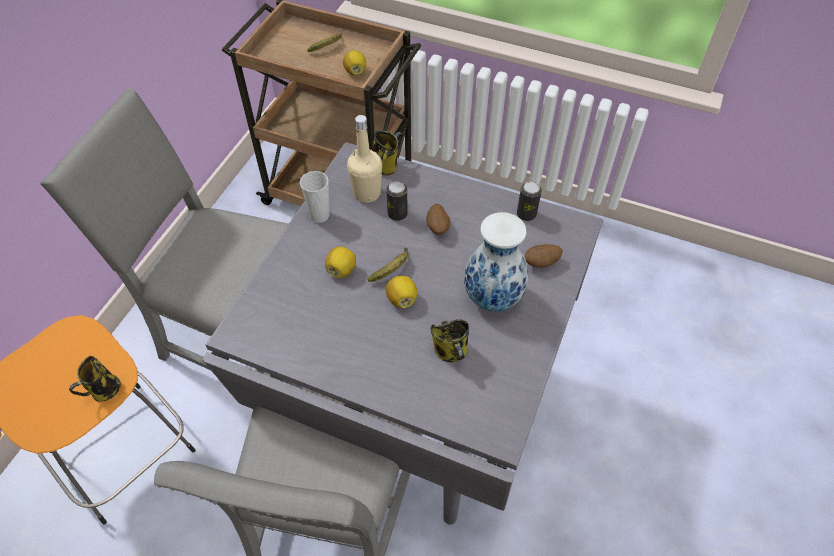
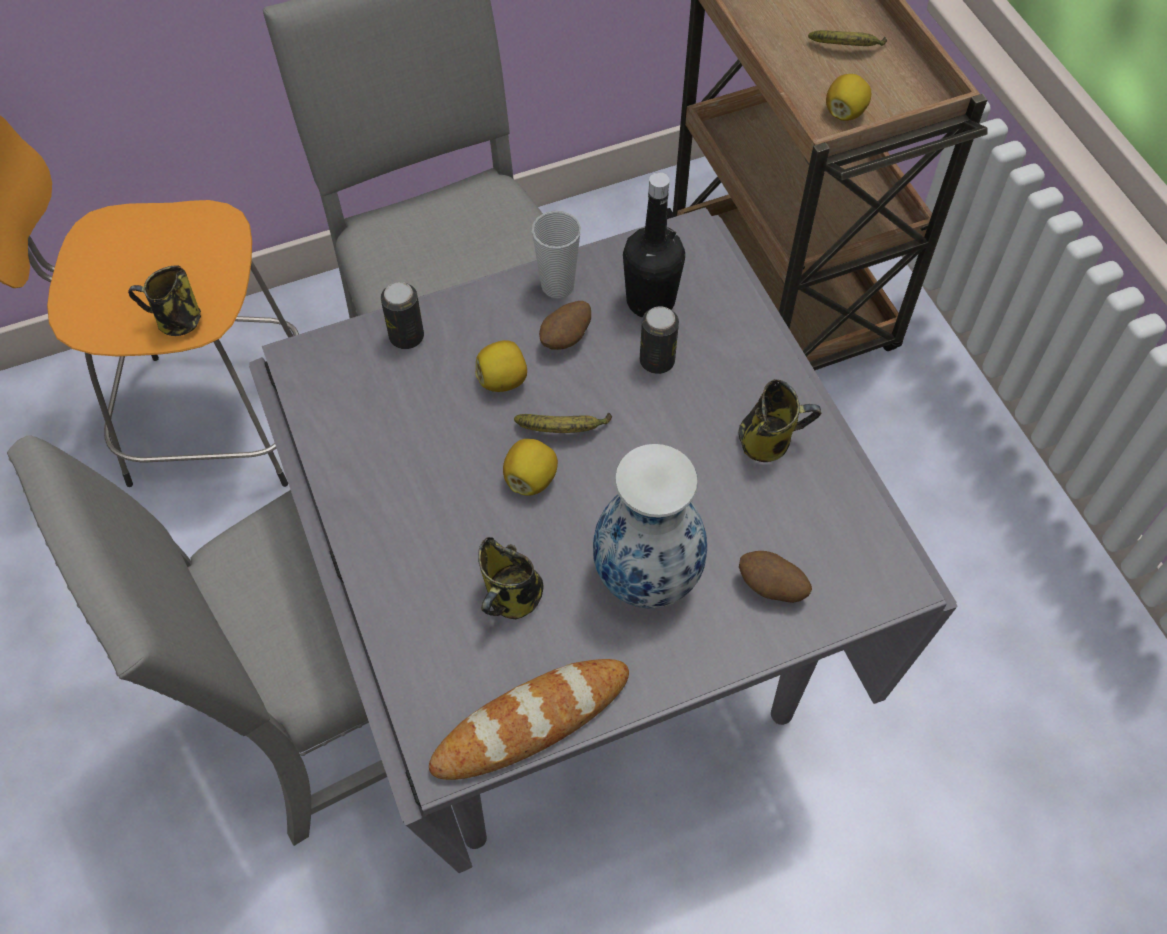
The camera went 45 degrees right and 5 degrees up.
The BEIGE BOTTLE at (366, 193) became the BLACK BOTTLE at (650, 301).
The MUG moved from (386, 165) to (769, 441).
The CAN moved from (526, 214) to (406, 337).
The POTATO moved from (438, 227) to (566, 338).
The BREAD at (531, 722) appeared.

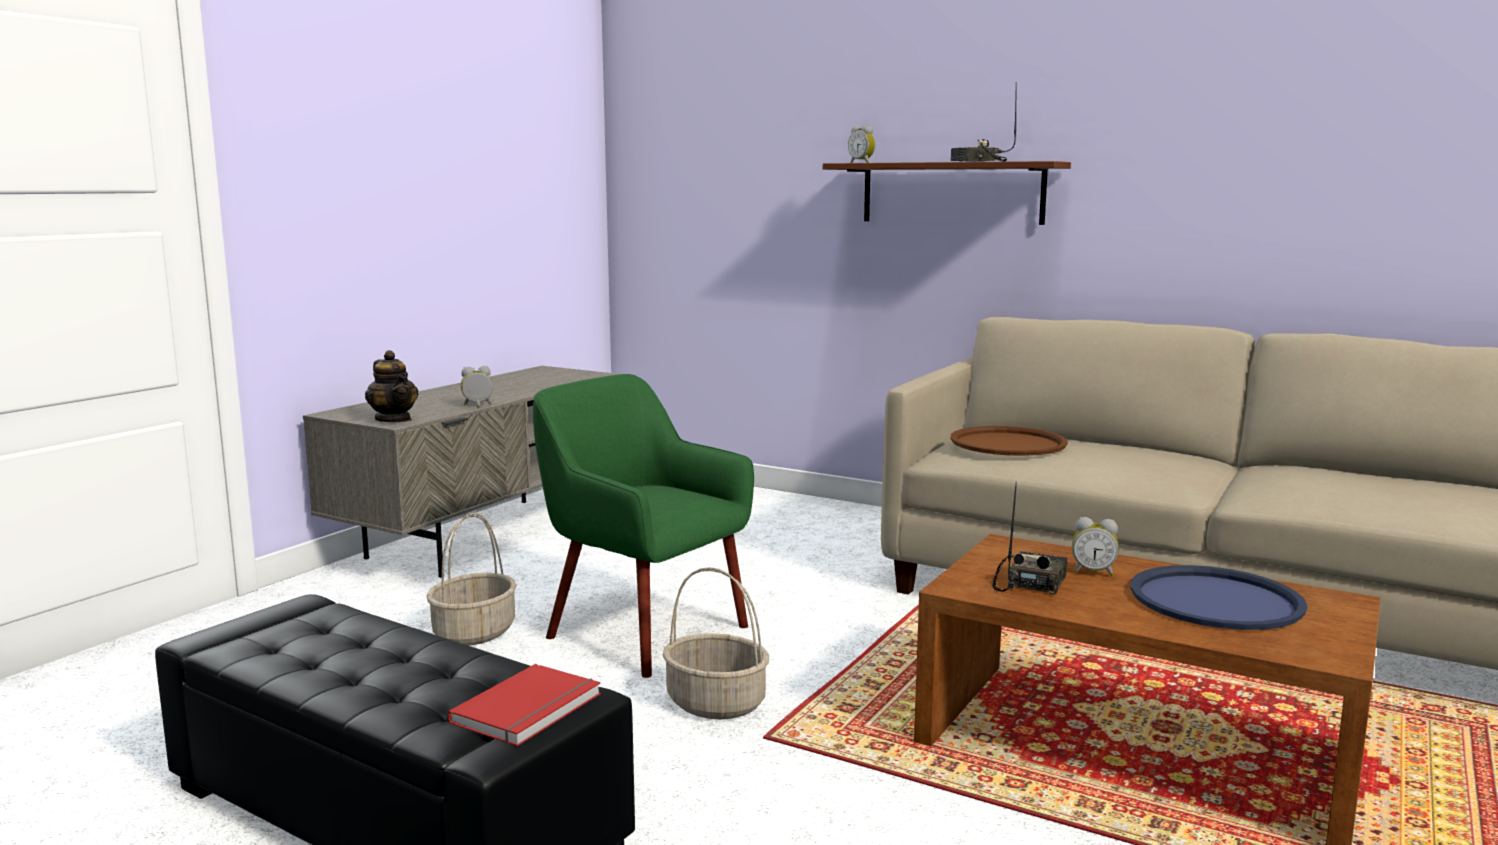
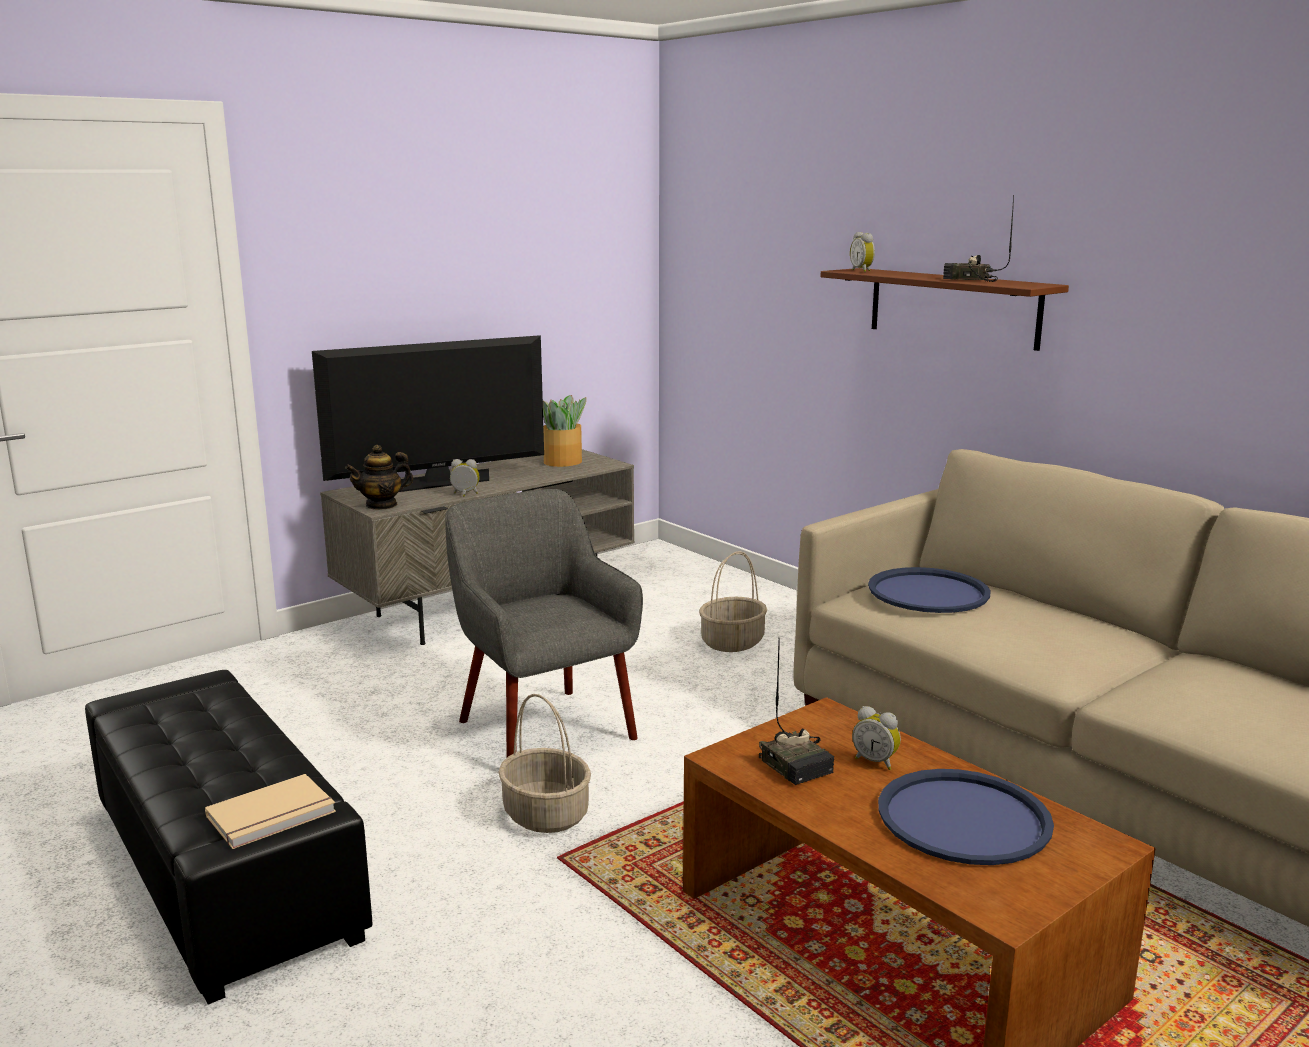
The camera went 20 degrees right and 5 degrees up.
The TEAPOT at (394, 420) turned 75 degrees clockwise.
The GREEN ARMCHAIR at (644, 632) became the GREY ARMCHAIR at (543, 729).
The BROWN TRAY at (1008, 443) became the BLUE TRAY at (928, 592).
The RADIO at (1030, 583) turned 105 degrees clockwise.
The BASKET moved from (474, 633) to (732, 643).
The RED BOOK at (530, 709) became the BEIGE BOOK at (273, 816).
The TELEVISION at (438, 481) appeared.
The POTTED PLANT at (563, 462) appeared.

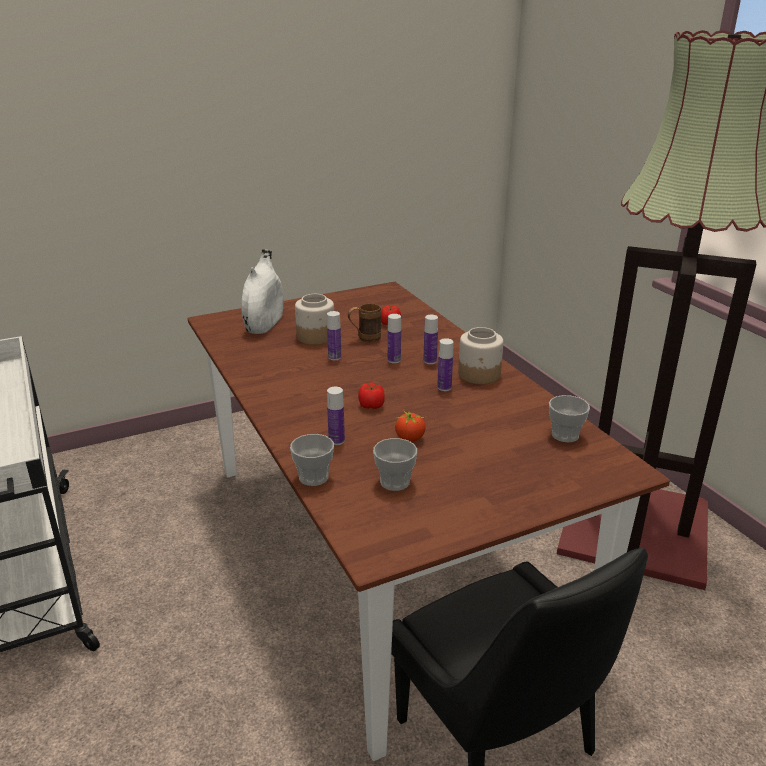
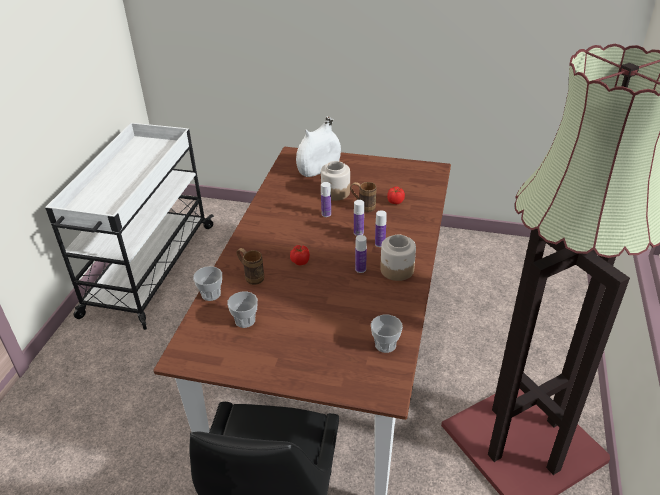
The camera went 40 degrees right and 10 degrees up.
The BOTTLE at (336, 441) was replaced by the BROWN MUG at (251, 276).
The TOMATO at (410, 438) disappeared.

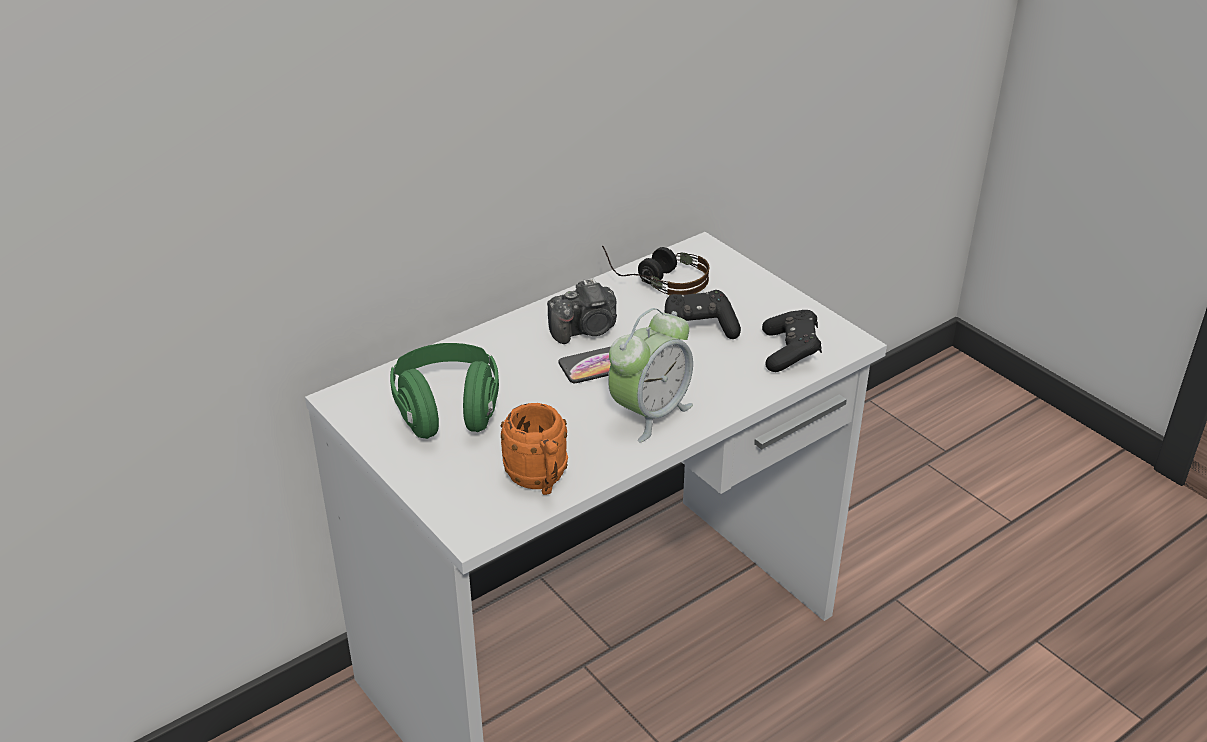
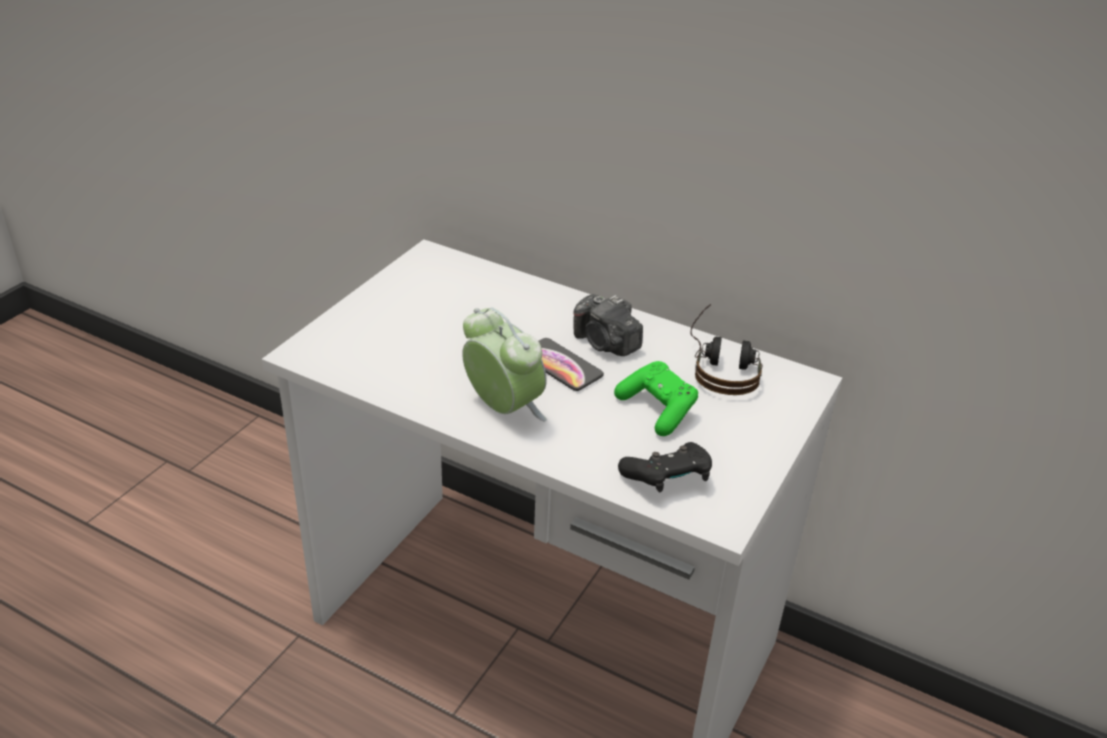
The camera went 65 degrees right and 0 degrees up.
The BLACK GAME CONTROLLER at (698, 330) became the GREEN GAME CONTROLLER at (657, 409).
The ALARM CLOCK at (650, 413) turned 150 degrees counterclockwise.
The GREEN HEADPHONES at (448, 411) disappeared.
The ORANGE MUG at (539, 481) disappeared.

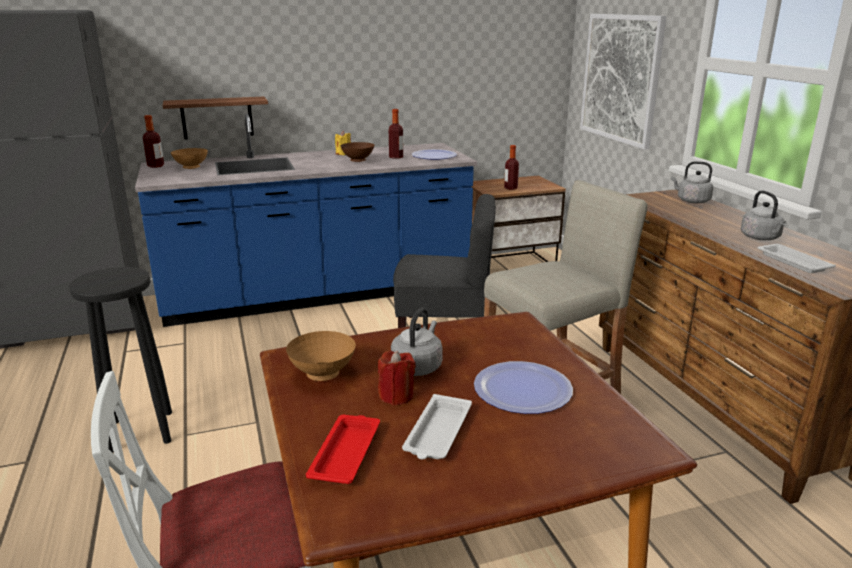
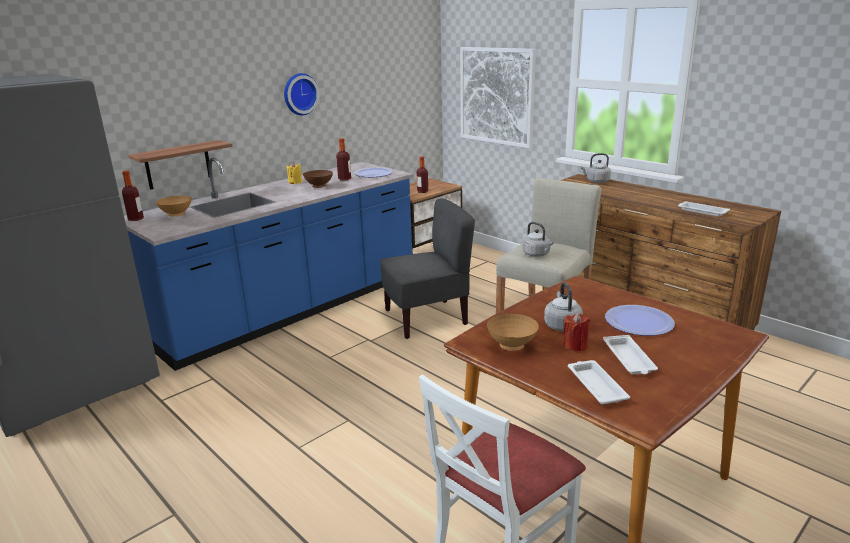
The camera went 25 degrees left and 0 degrees up.
The GREY KETTLE moved from (761, 238) to (537, 254).
The BLACK STOOL at (139, 431) disappeared.
The RED TRAY at (346, 453) became the WHITE TRAY at (596, 385).
The WALL CLOCK at (299, 94) appeared.

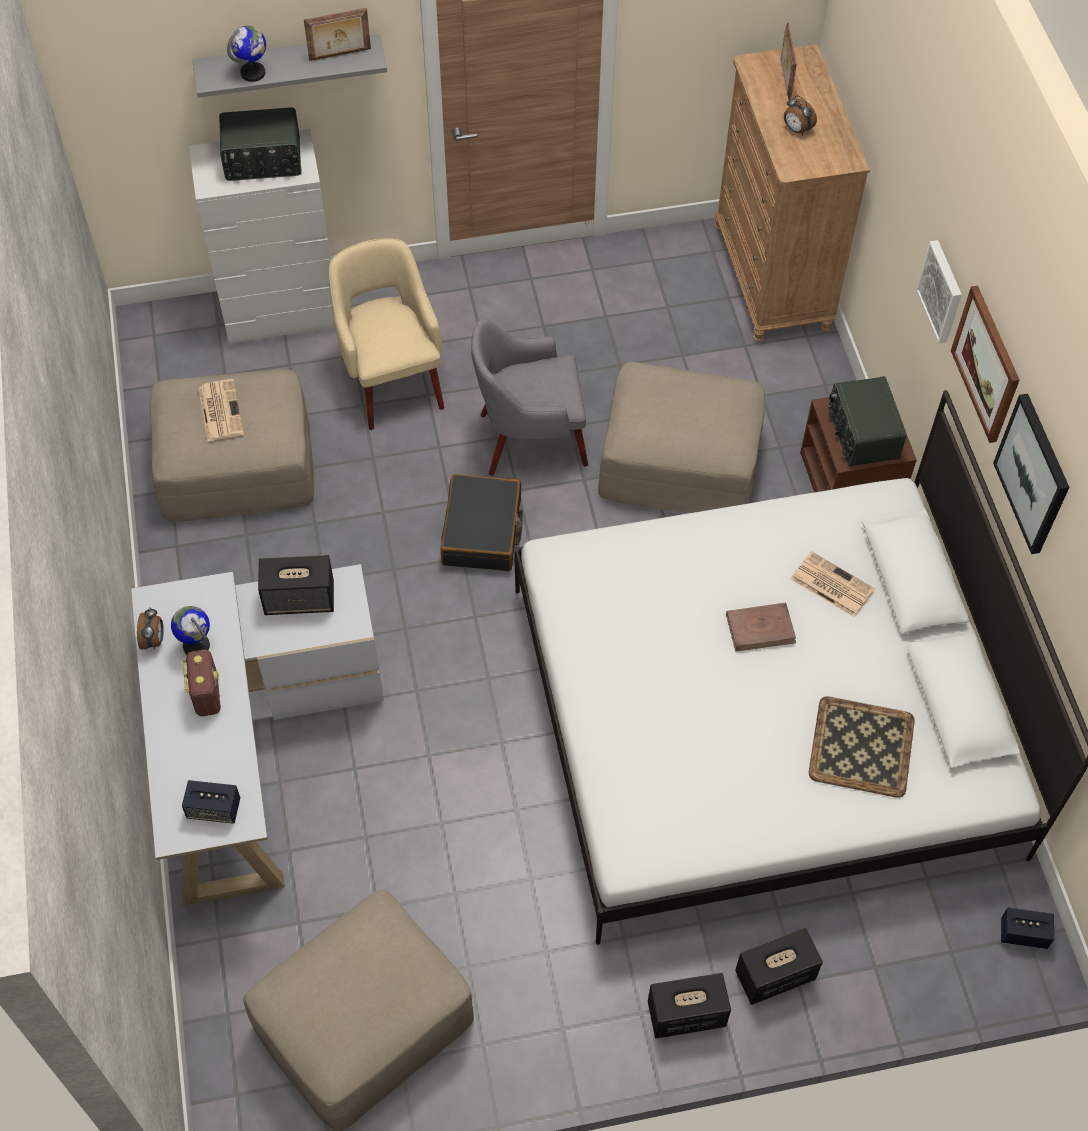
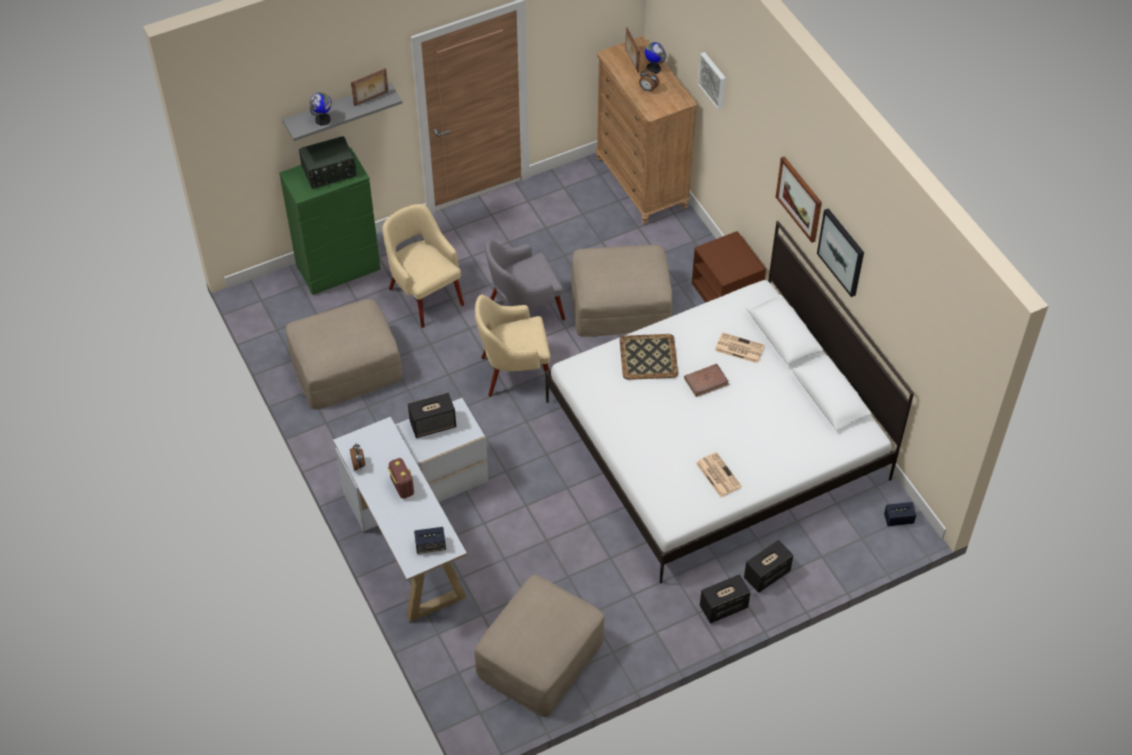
The camera went 15 degrees left and 5 degrees down.
The WHITE DRESSER at (281, 311) became the GREEN DRESSER at (339, 268).
The PICTURE moved from (942, 291) to (713, 80).
The RADIO at (861, 434) disappeared.
The NEWSPAPER moved from (220, 410) to (717, 474).
The BLACK SUITCASE at (482, 532) was replaced by the BEIGE ARMCHAIR at (514, 372).
The GLOBE moved from (196, 645) to (653, 69).
The TRAY moved from (862, 746) to (649, 356).

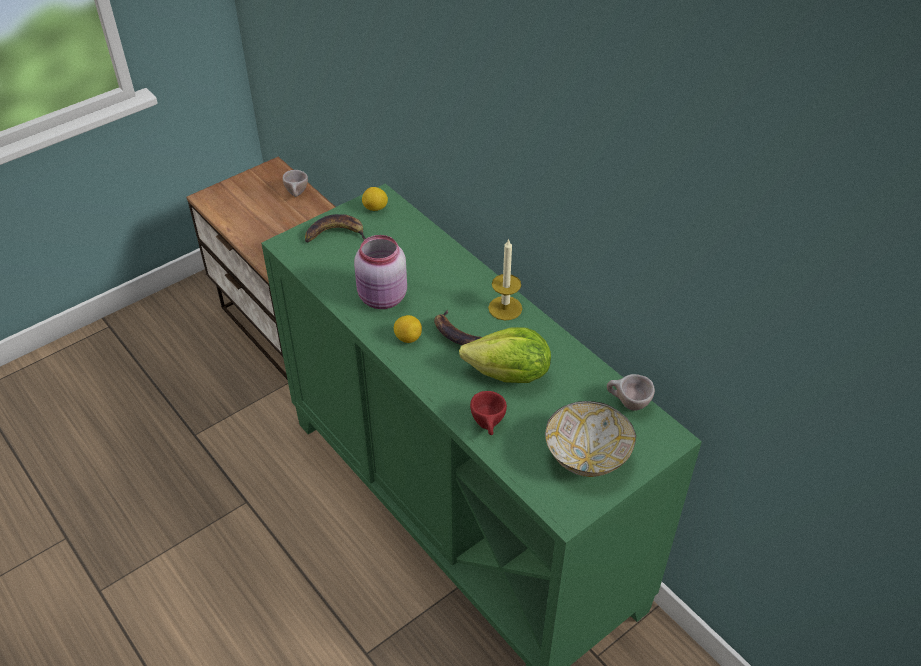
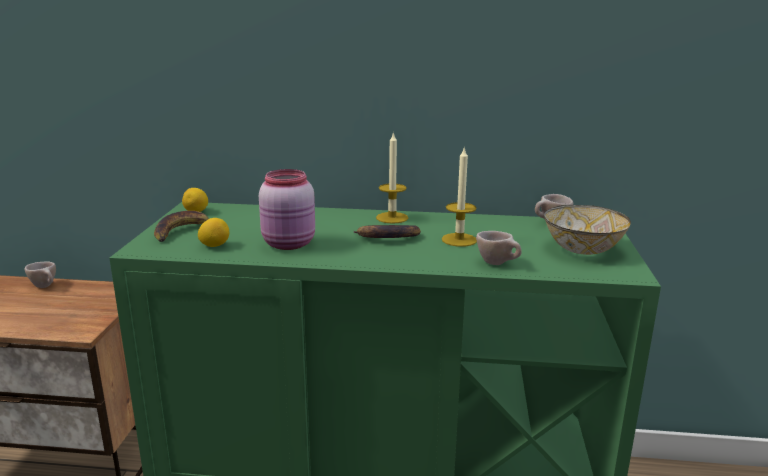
The camera went 45 degrees left and 25 degrees down.
The LEMON moved from (408, 338) to (215, 245).
The LETTUCE at (509, 375) was replaced by the CANDLE at (459, 240).
The RED CUP at (489, 426) became the BEIGE CUP at (498, 264).

